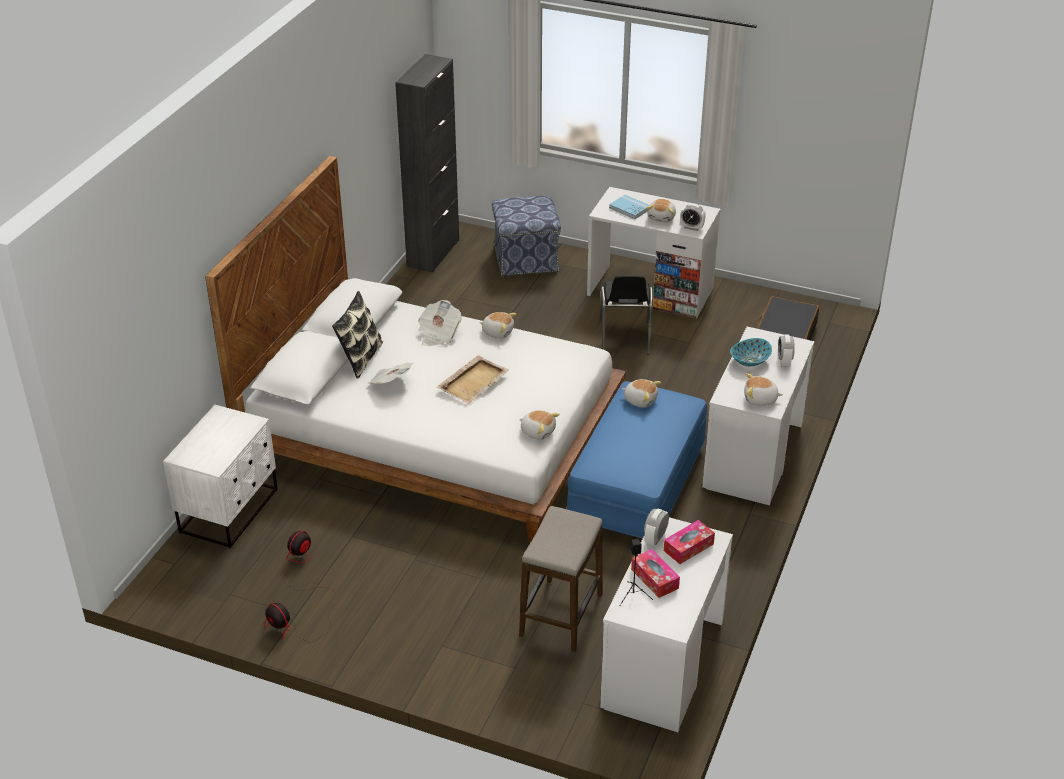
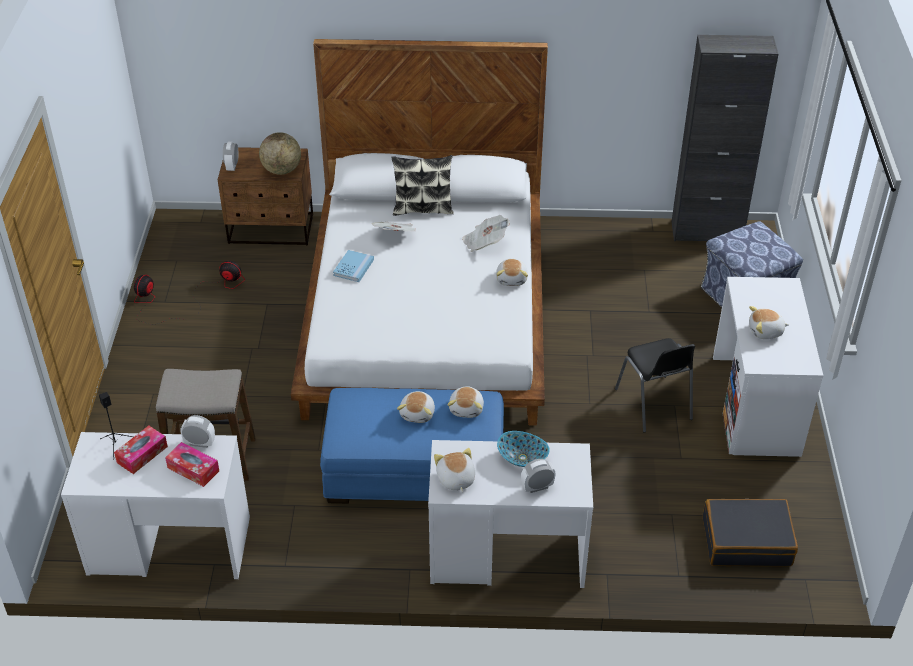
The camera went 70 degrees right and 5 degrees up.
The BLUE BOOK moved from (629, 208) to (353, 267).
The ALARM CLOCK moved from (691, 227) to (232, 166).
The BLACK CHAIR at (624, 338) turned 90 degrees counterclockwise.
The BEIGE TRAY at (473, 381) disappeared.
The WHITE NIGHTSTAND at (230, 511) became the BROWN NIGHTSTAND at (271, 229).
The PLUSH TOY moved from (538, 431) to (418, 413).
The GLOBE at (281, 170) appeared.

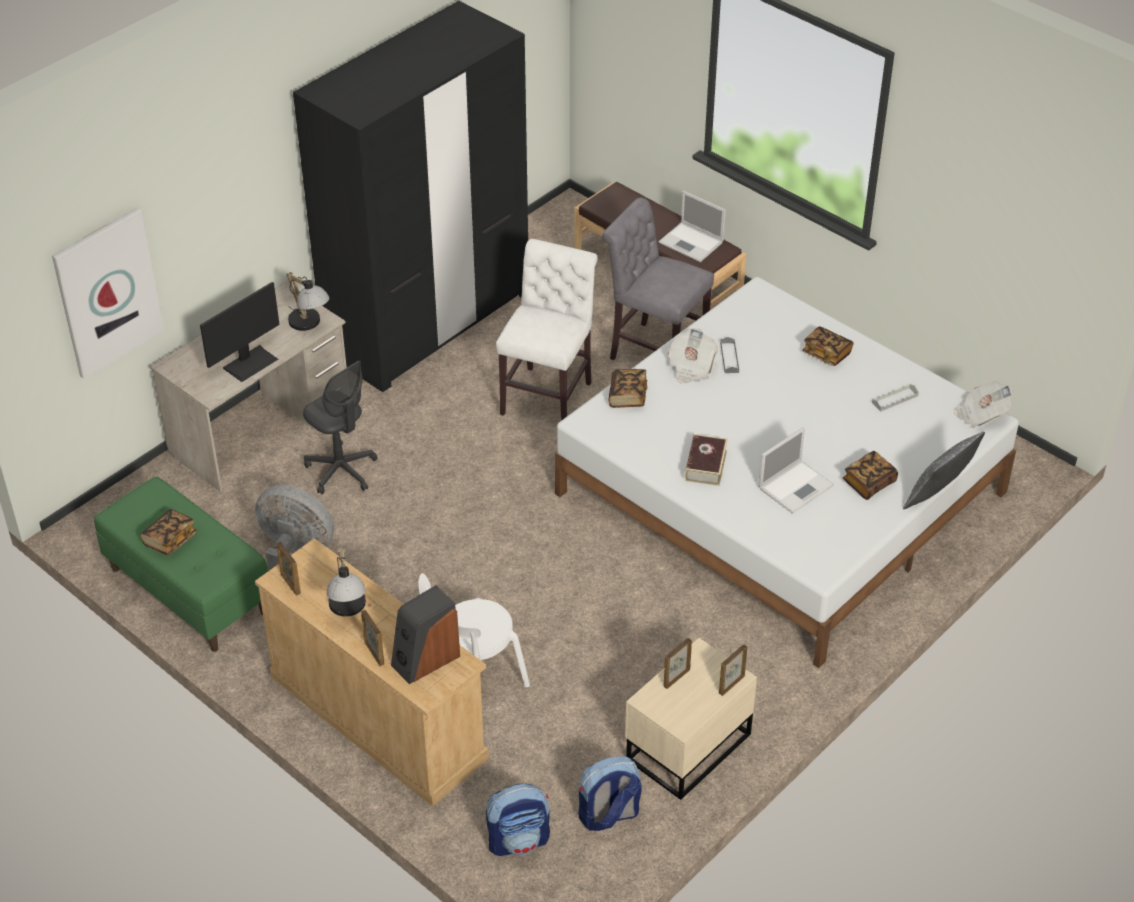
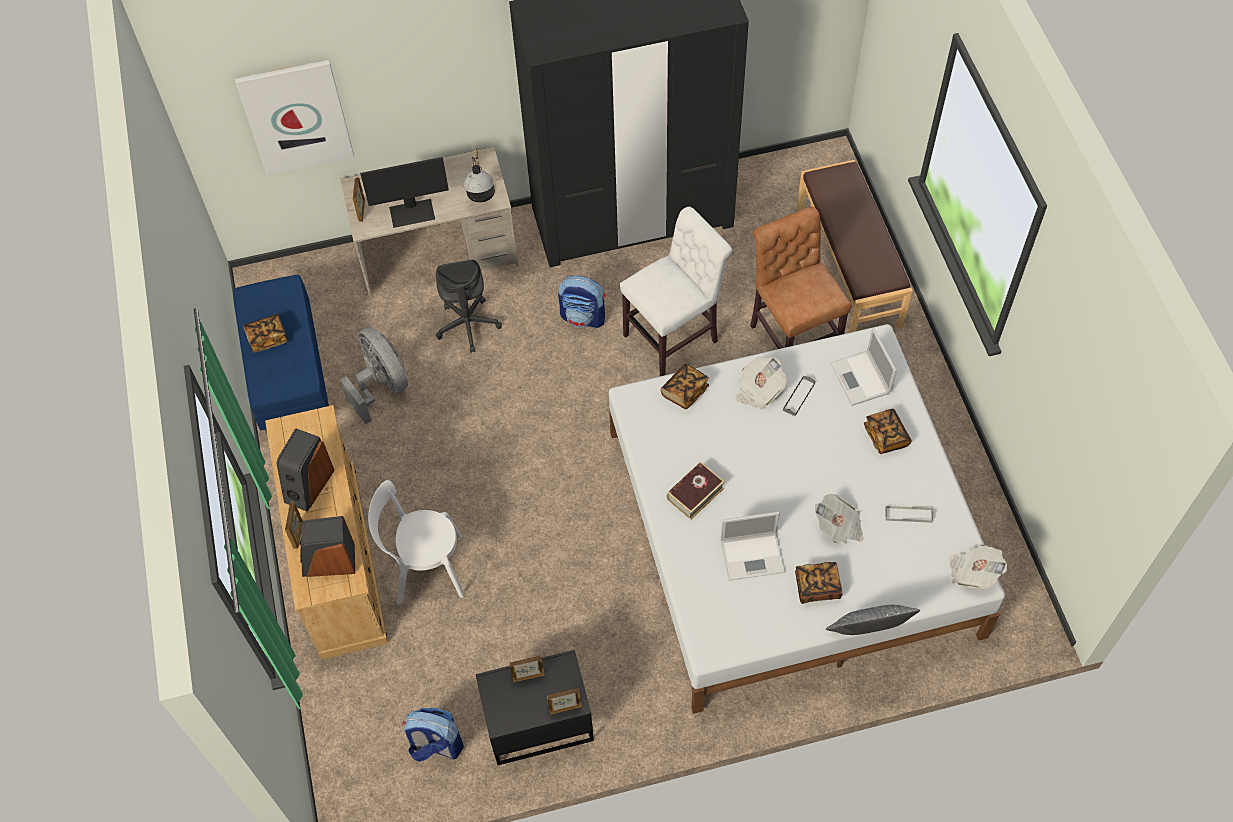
The camera went 35 degrees right and 15 degrees up.
The LAPTOP moved from (692, 243) to (861, 379).
The GREY CHAIR at (654, 351) became the BROWN CHAIR at (792, 337).
The GREEN BENCH at (188, 590) became the BLUE BENCH at (289, 374).
The PICTURE FRAME moved from (290, 584) to (361, 211).
The TABLE LAMP at (348, 610) was replaced by the SPEAKER at (308, 485).
The BEIGE NIGHTSTAND at (685, 747) became the BLACK NIGHTSTAND at (536, 721).
The BACKPACK moved from (519, 840) to (584, 317).
The NEWSPAPER at (839, 527) appeared.

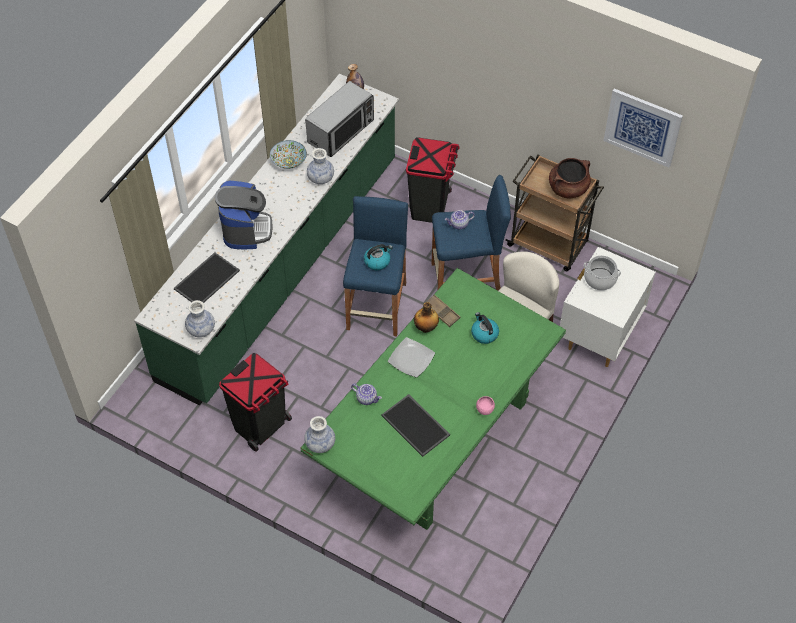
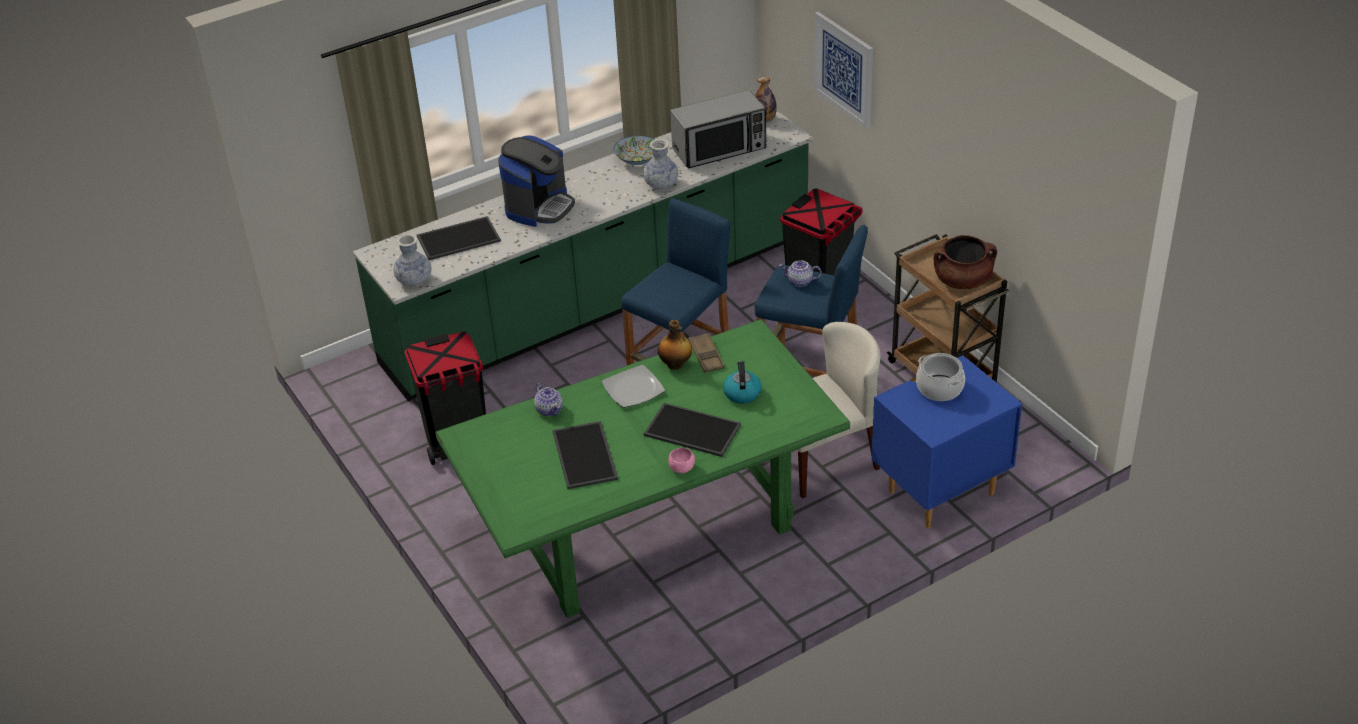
The camera went 30 degrees right and 15 degrees down.
The PICTURE moved from (642, 127) to (844, 69).
The KETTLE at (377, 261) disappeared.
The WHITE NIGHTSTAND at (599, 336) became the BLUE NIGHTSTAND at (940, 492).
The VASE at (320, 444) disappeared.
The TRAY at (691, 431) appeared.

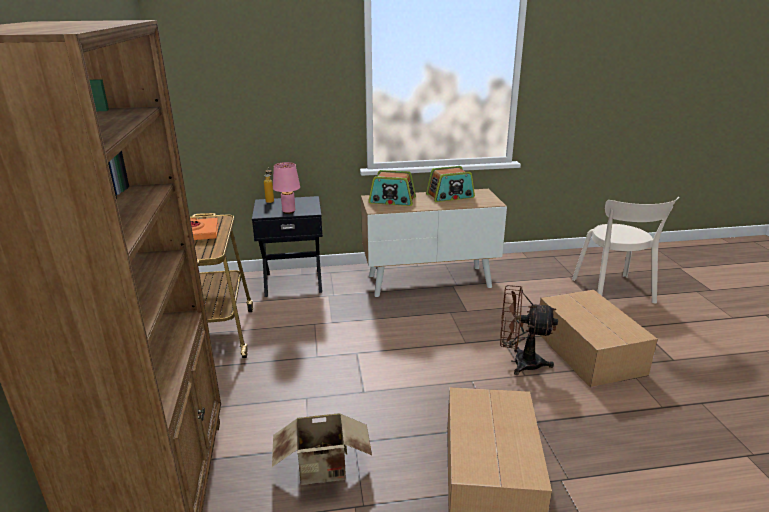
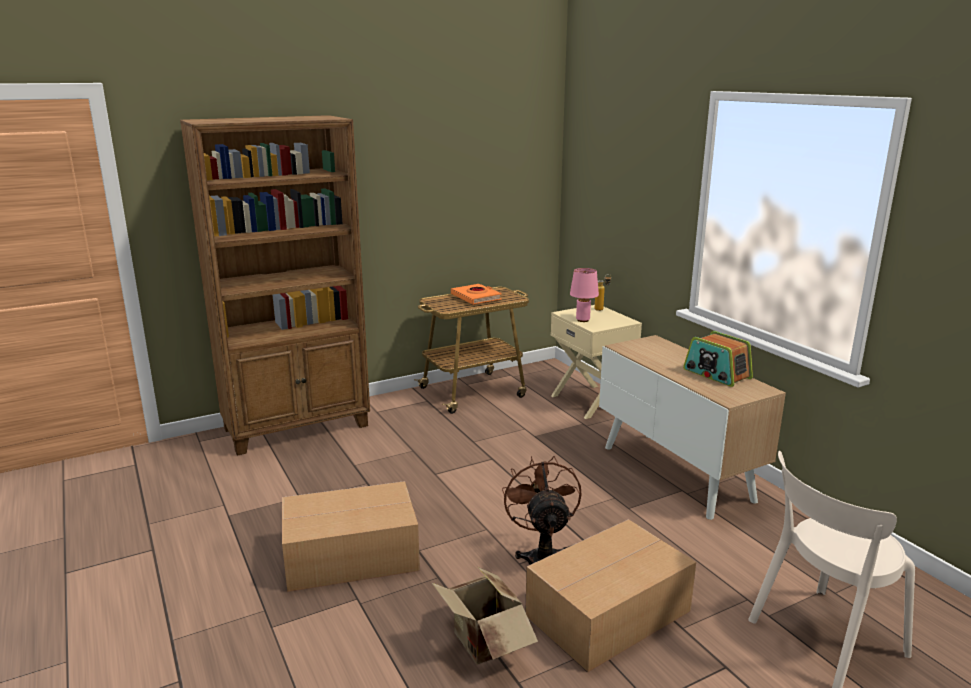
The camera went 70 degrees right and 5 degrees down.
The RADIO at (392, 200) disappeared.
The BLACK NIGHTSTAND at (293, 281) became the BEIGE NIGHTSTAND at (592, 401).
The CARDBOARD BOX moved from (324, 470) to (483, 645).

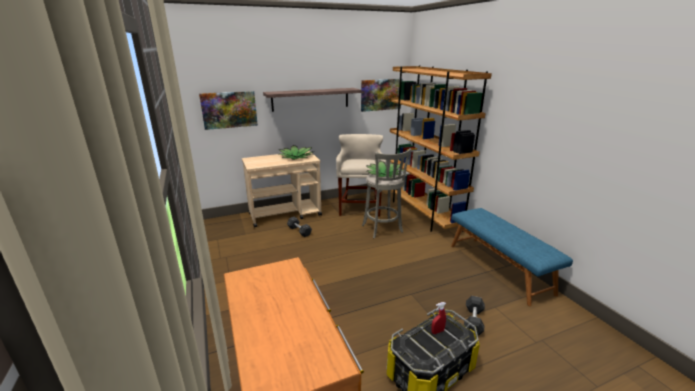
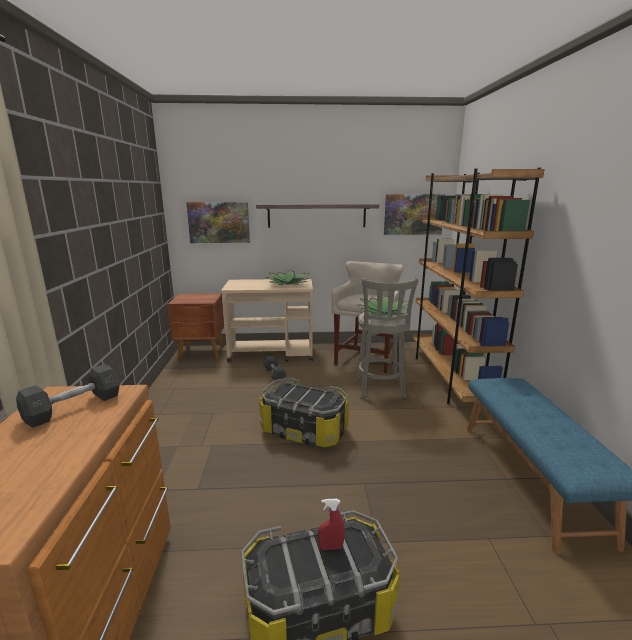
The camera went 20 degrees right and 5 degrees down.
The GREY DUMBBELL moved from (473, 321) to (74, 407).
The BROWN NIGHTSTAND at (202, 353) appeared.
The STORAGE BOX at (304, 430) appeared.

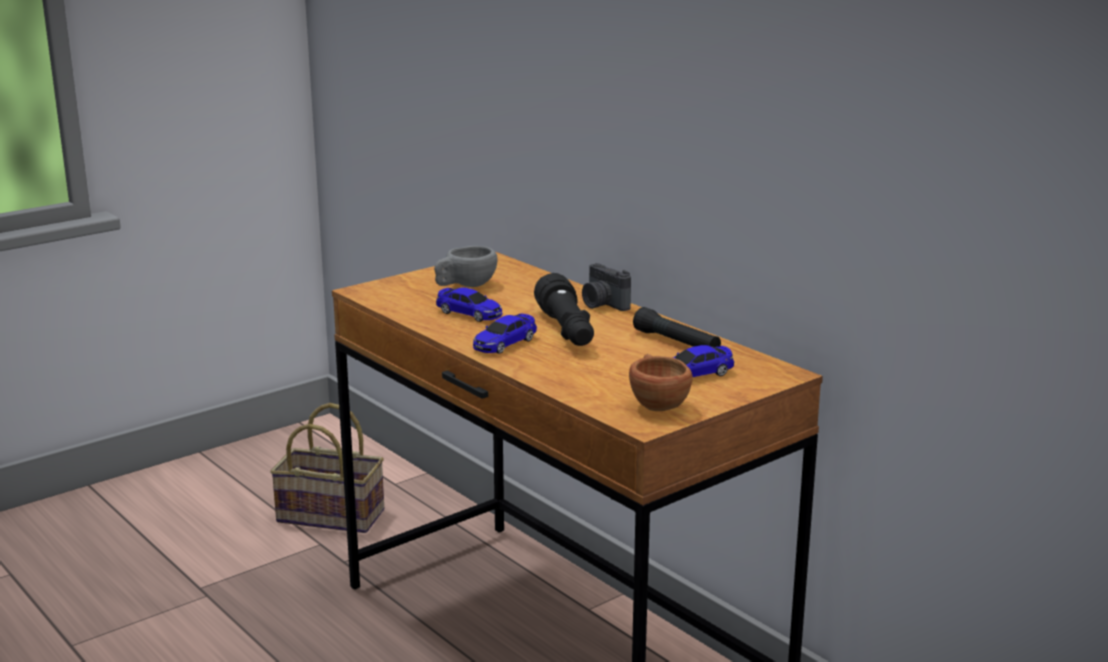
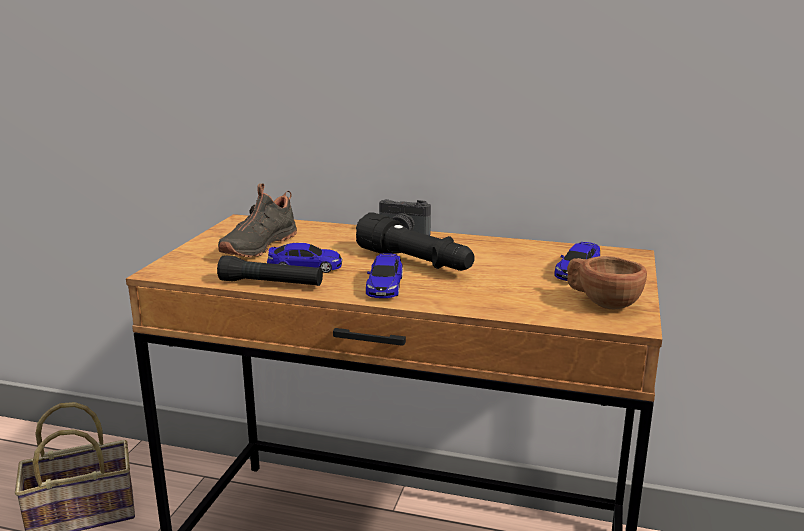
The camera went 35 degrees left and 0 degrees up.
The GREY CUP at (465, 286) was replaced by the BLACK SHOE at (257, 246).
The BLACK FLASHLIGHT moved from (676, 343) to (271, 284).

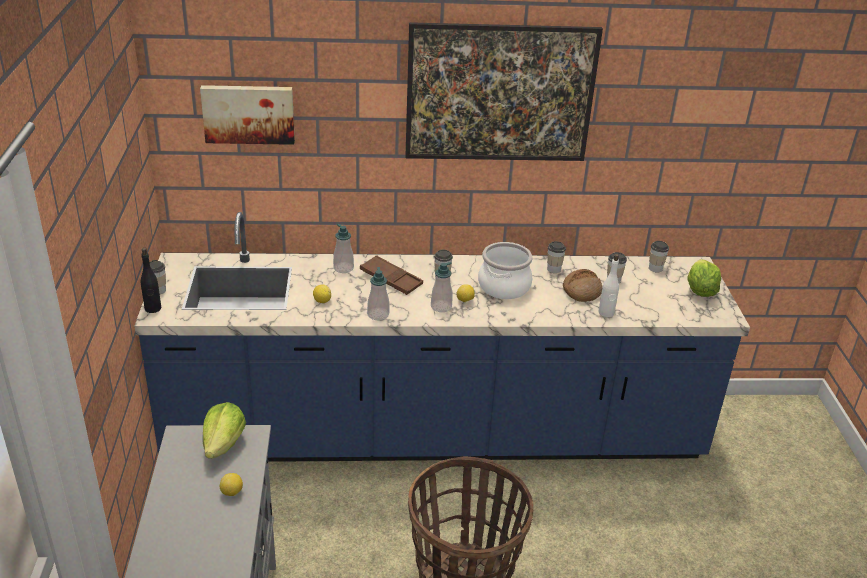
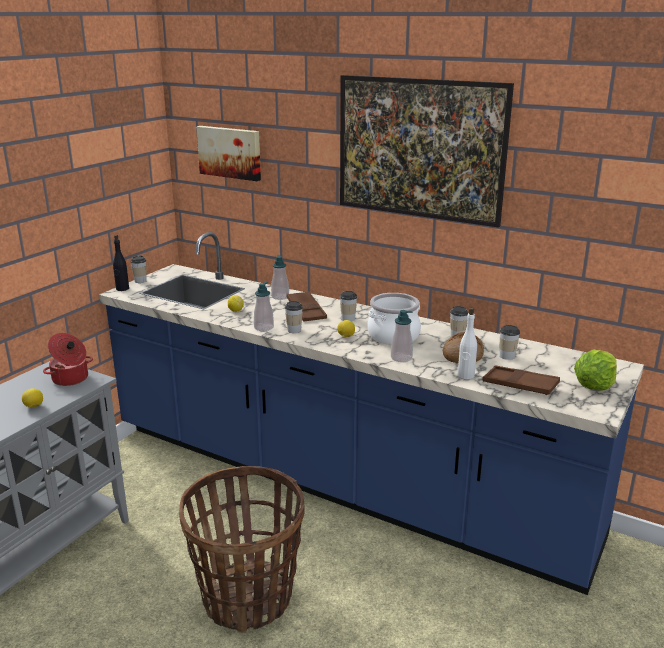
The camera went 35 degrees right and 10 degrees down.
The CUP moved from (655, 268) to (294, 330).
The SOAP DISPENSER moved from (441, 307) to (401, 358).
The LETTUCE at (224, 444) was replaced by the COOKING POT at (71, 379).
The BROWN TRAY at (520, 385) appeared.

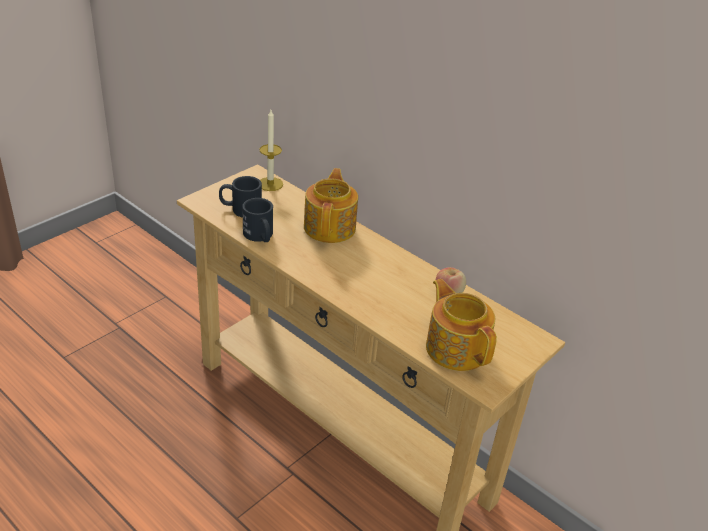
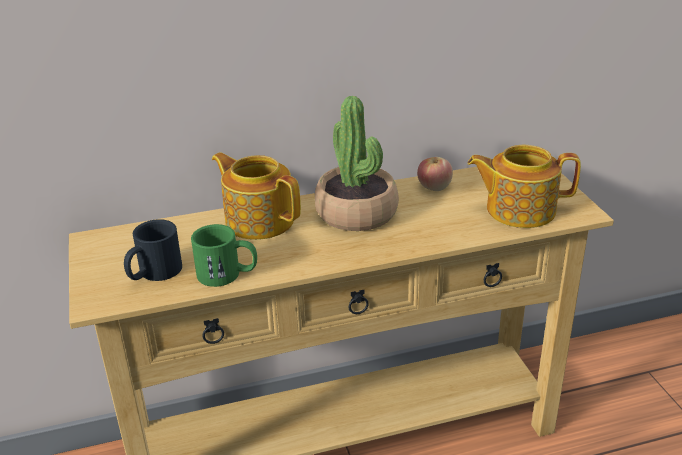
The camera went 55 degrees left and 5 degrees down.
The CANDLE at (270, 184) disappeared.
The BLACK MUG at (260, 236) became the GREEN MUG at (227, 274).
The POTTED PLANT at (357, 213) appeared.

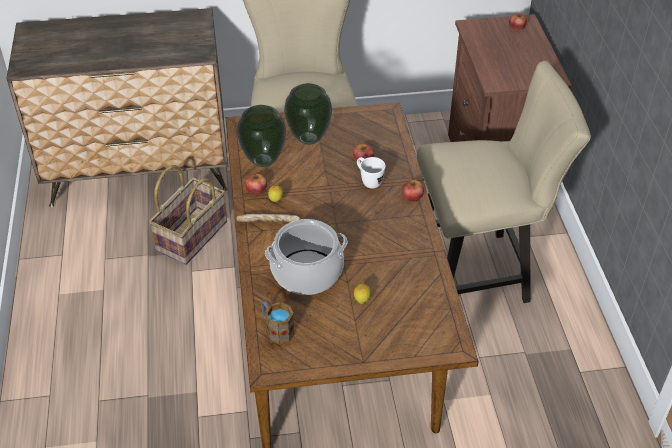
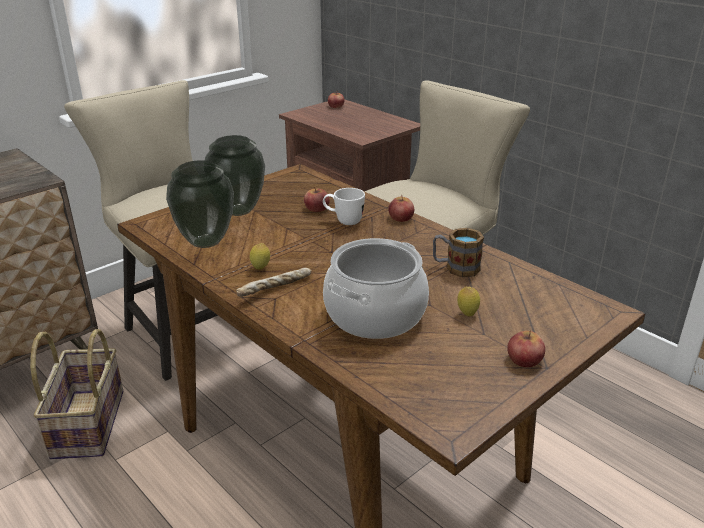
The camera went 35 degrees left and 15 degrees down.
The APPLE moved from (256, 189) to (524, 359).
The MUG moved from (276, 329) to (455, 267).

